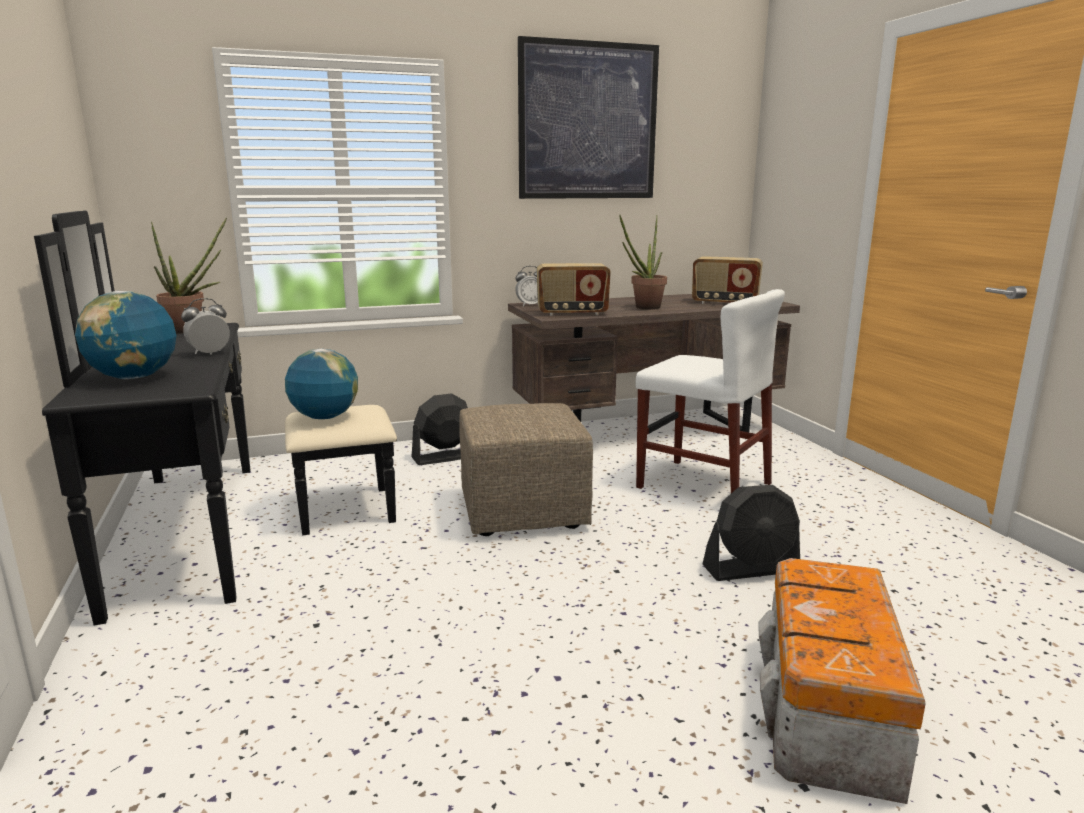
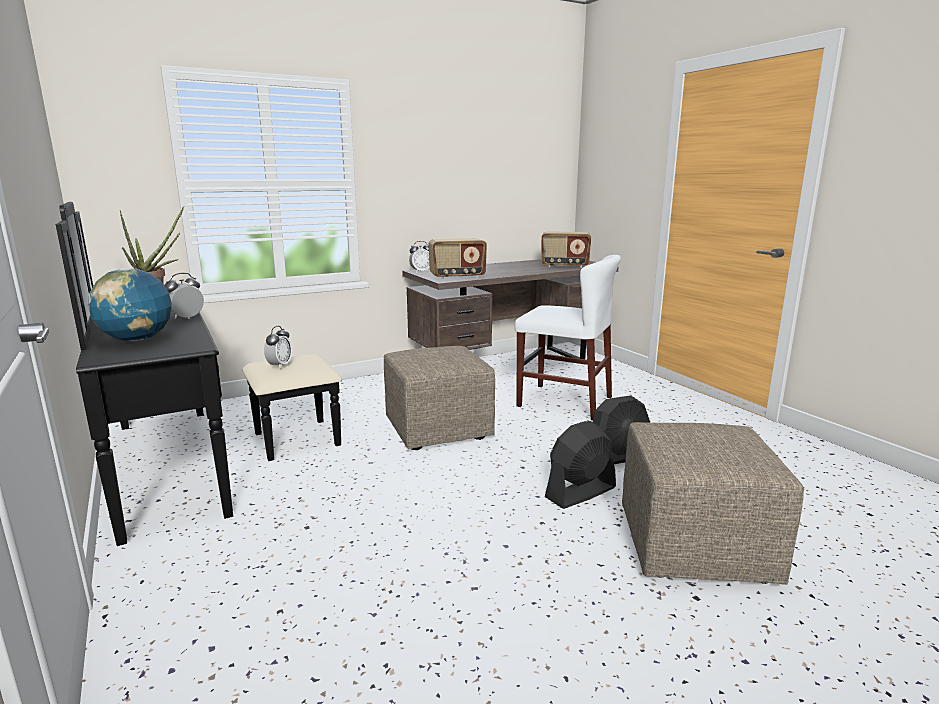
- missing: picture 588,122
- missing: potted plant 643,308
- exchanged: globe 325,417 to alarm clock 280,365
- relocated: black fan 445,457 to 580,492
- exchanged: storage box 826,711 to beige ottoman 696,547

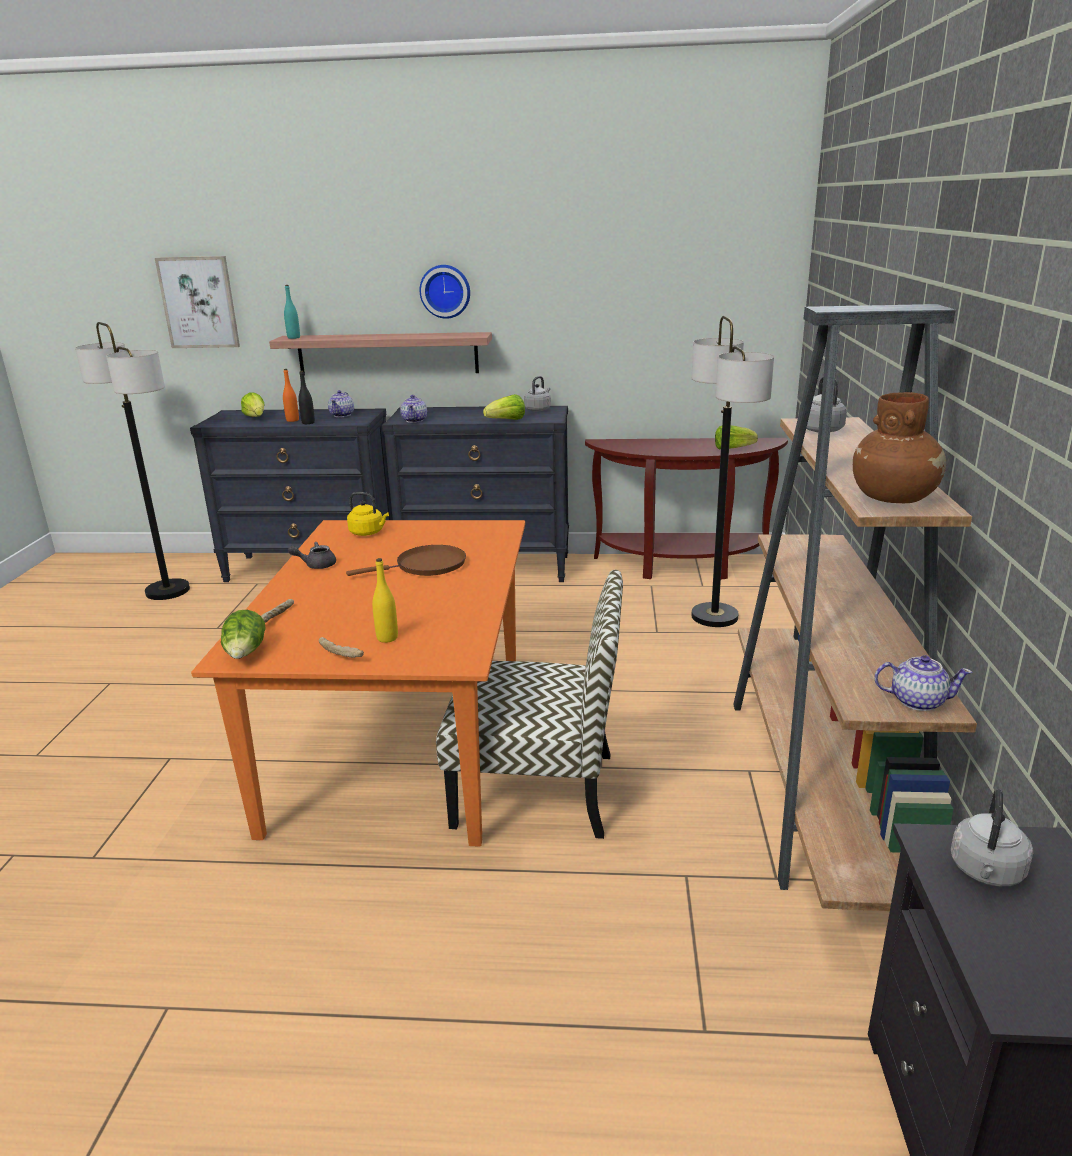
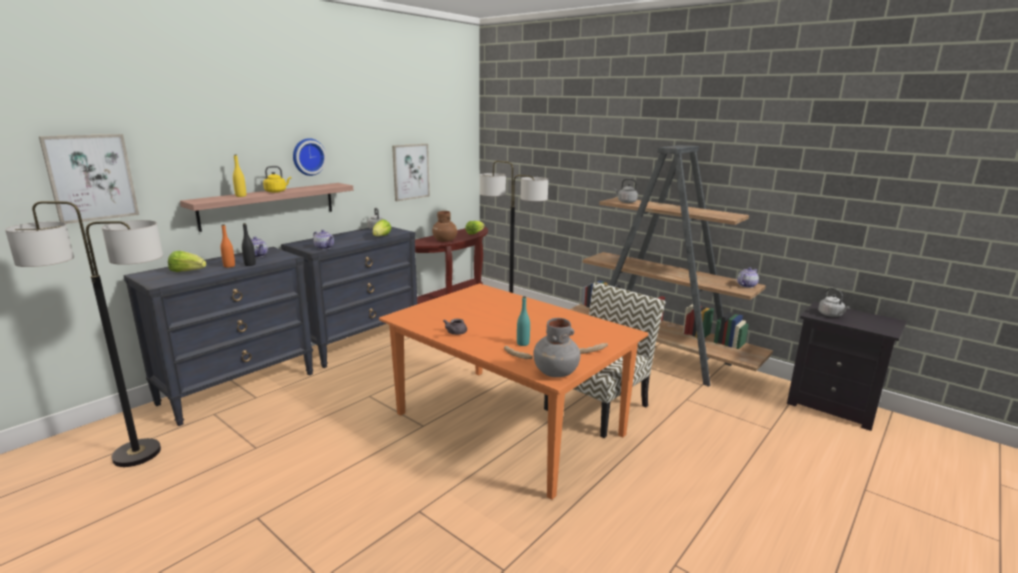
- relocated: turquoise bottle 293,338 to 523,343
- relocated: brown vase 893,498 to 445,241
- relocated: yellow kettle 368,533 to 277,191
- missing: brown frying pan 426,566
- relocated: yellow bottle 387,638 to 241,196
- exchanged: lettuce 246,653 to grey vase 555,372
- appeared: picture 410,171

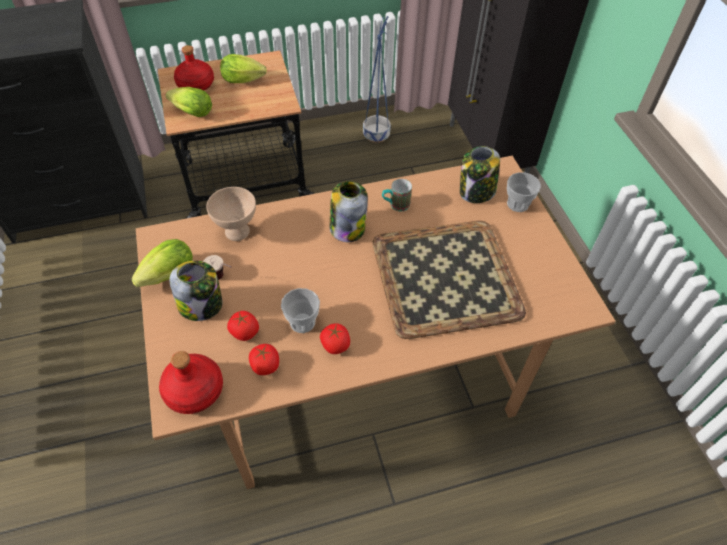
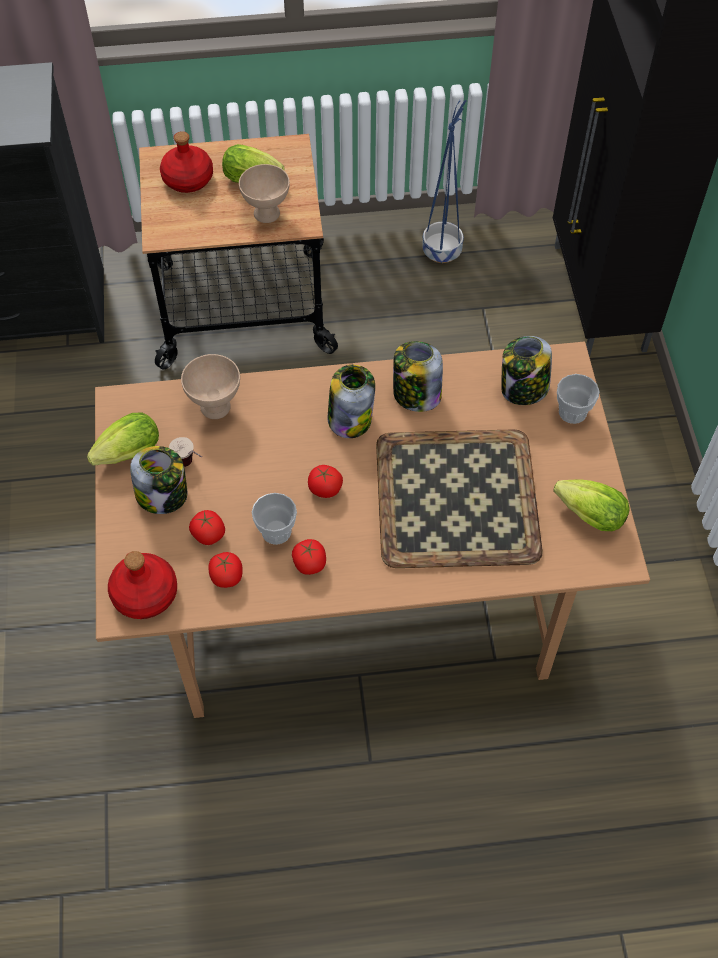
- relocated: lettuce 190,112 to 586,514
- exchanged: mug 395,205 to jar 416,394
- appeared: beige bowl 267,214
- appeared: tomato 325,489

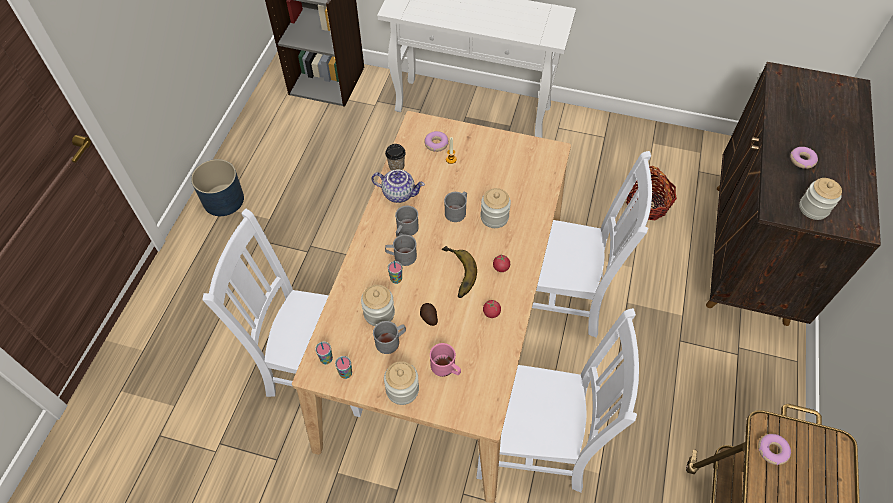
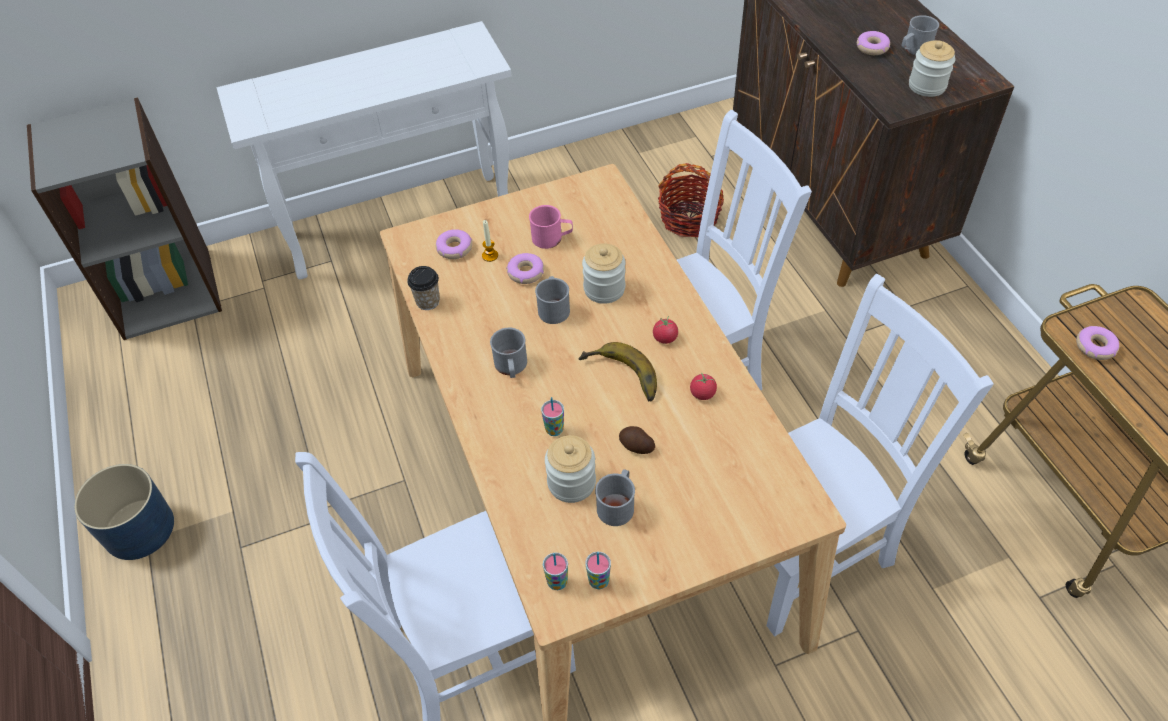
- missing: teapot 399,193
- relocated: grey mug 401,256 to 914,49
- relocated: pink mug 446,368 to 552,238
- missing: jar 402,390
- appeared: donut 525,272

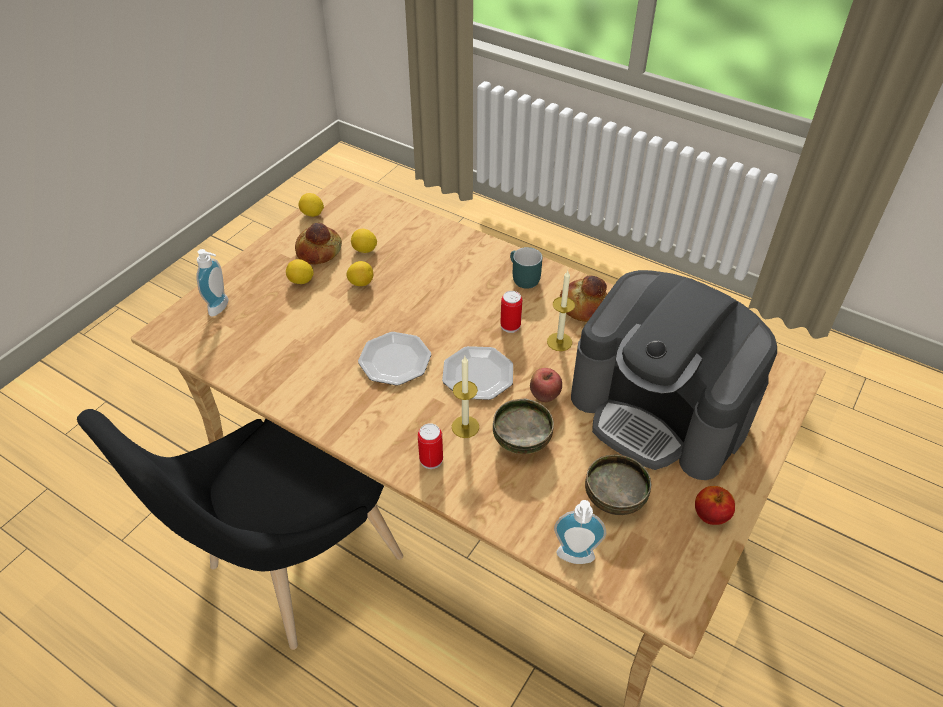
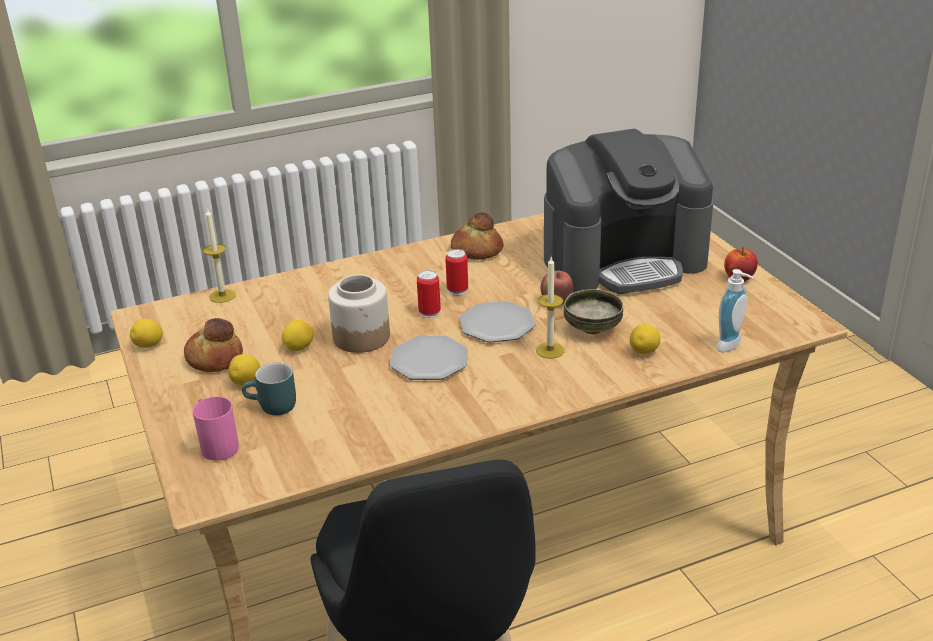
- relocated: lemon 365,250 to 644,352
- relocated: turquoise mug 521,278 to 272,408
- exchanged: soap dispenser 221,307 to pink mug 216,445
- relocated: candle 559,342 to 222,296
- relocated: can 431,460 to 429,312
- missing: bowl 614,498
- appeared: jar 362,337

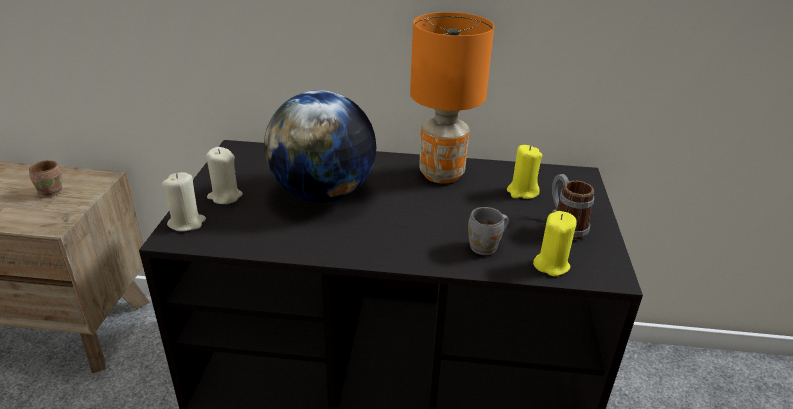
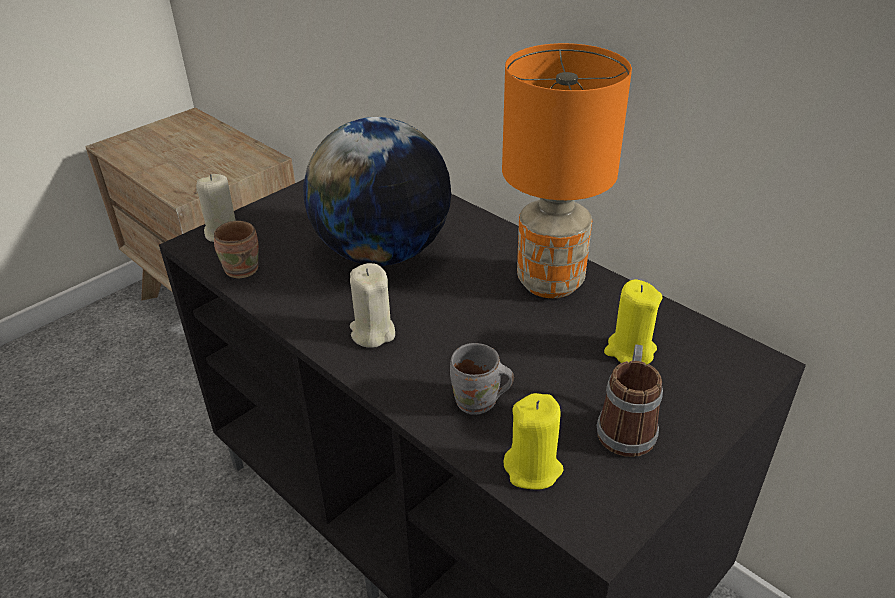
- relocated: beige candle 225,196 to 372,332
- relocated: brown mug 51,191 to 244,268

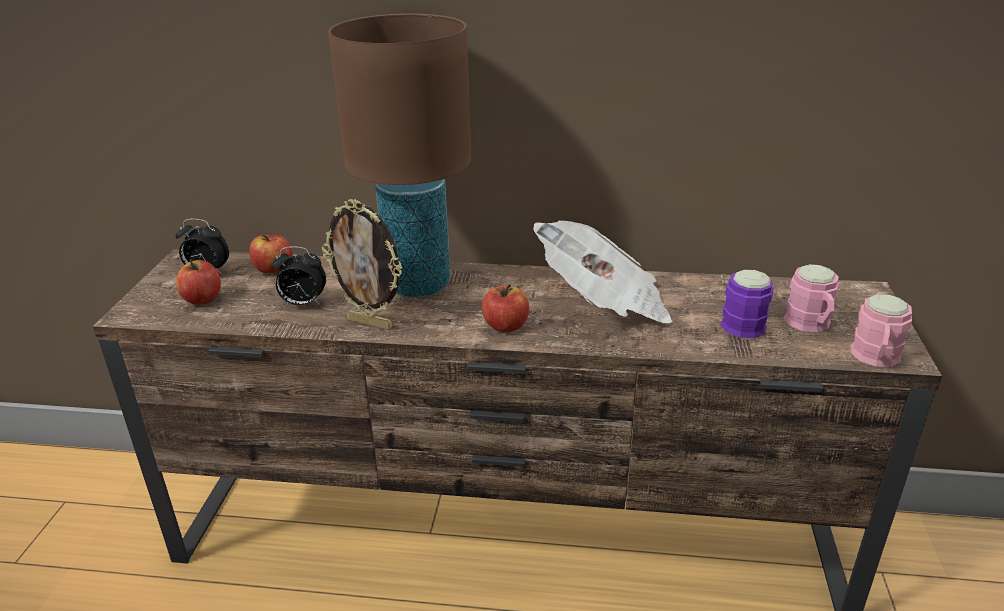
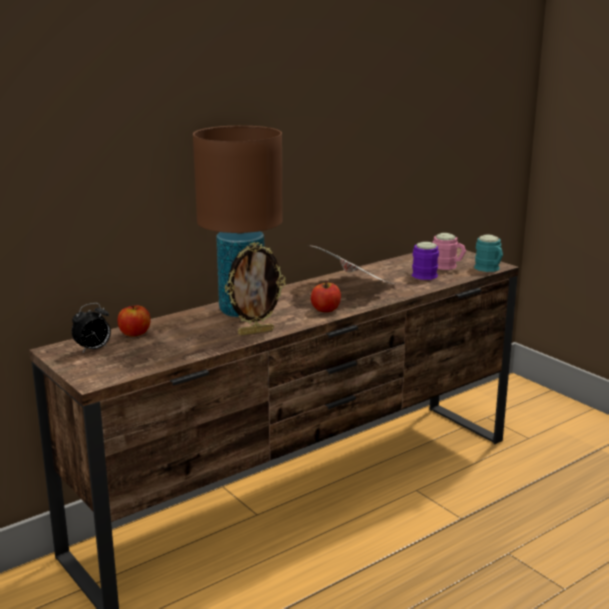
- missing: alarm clock 303,304
- missing: apple 203,299
- colour: pink mug 875,358 to turquoise mug 489,269

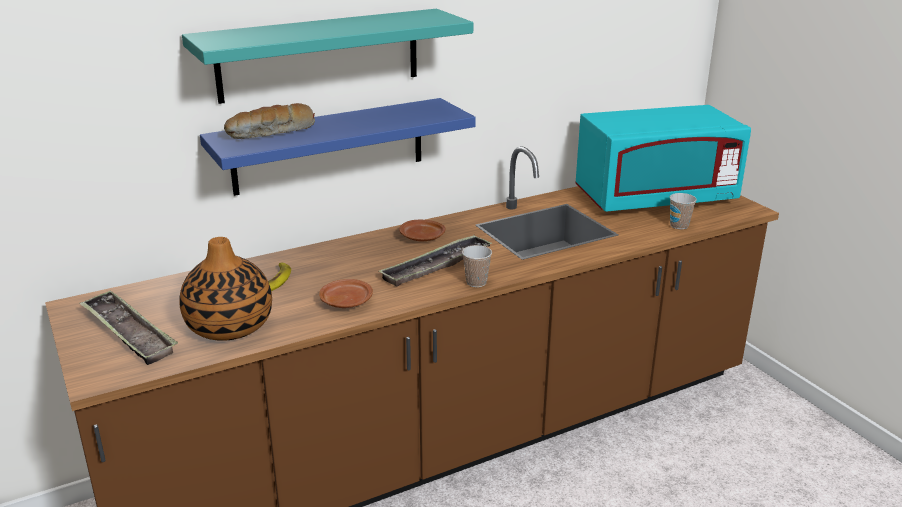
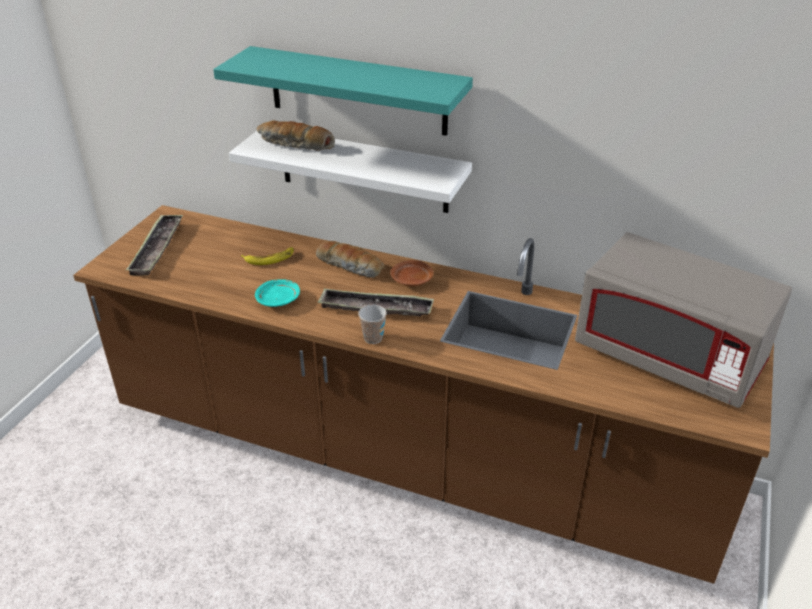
- colour: blue shelf 329,146 to white shelf 363,170
- colour: turquoise microwave 655,198 to grey microwave 669,357
- missing: cup 679,225
- missing: vase 230,326
- colour: brown plate 346,301 to turquoise plate 278,299
- appeared: bread 351,266

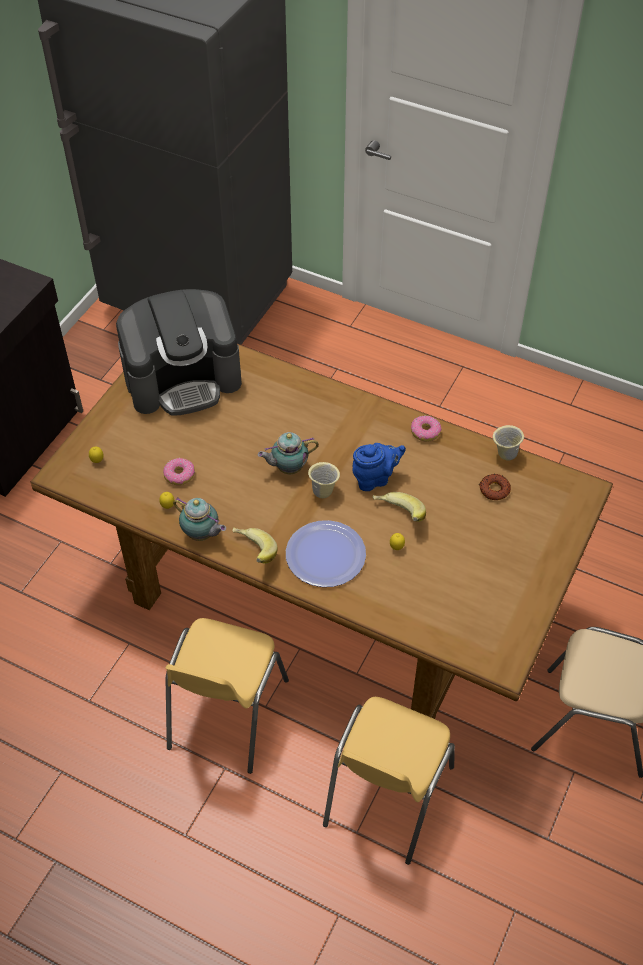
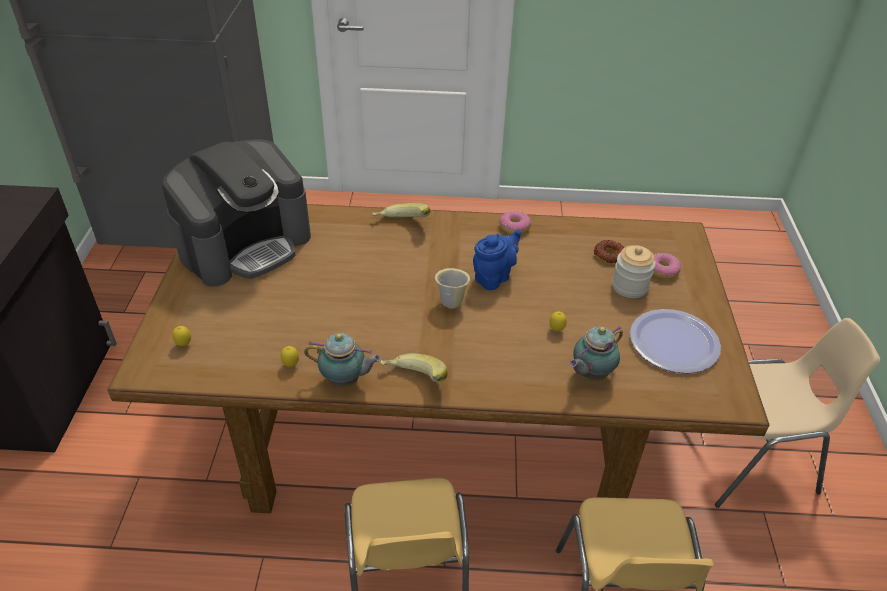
- missing: beige mug 504,454
- relocated: teapot 288,468 to 590,374
- relocated: donut 179,475 to 662,270
- relocated: banana 397,516 to 401,225
- relocated: plate 325,555 to 674,342
- appeared: jar 629,286

